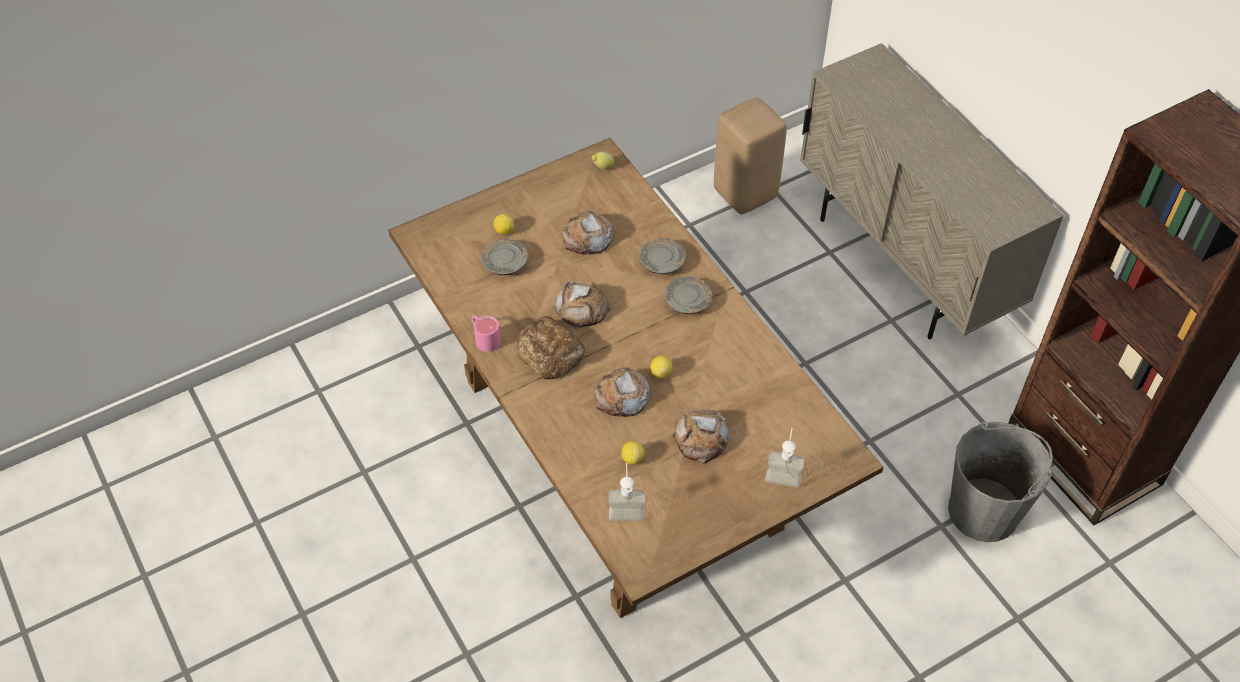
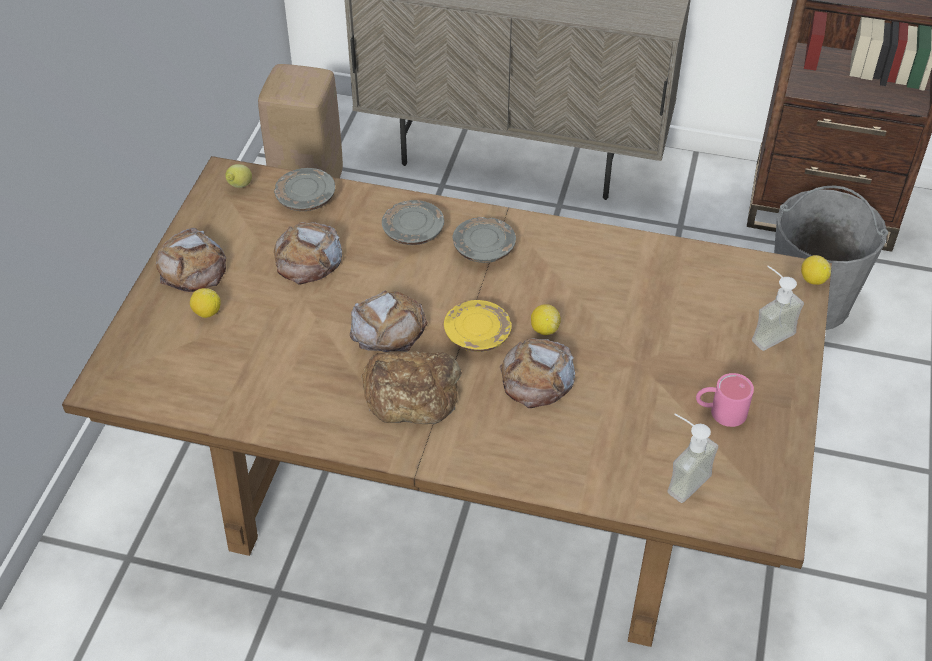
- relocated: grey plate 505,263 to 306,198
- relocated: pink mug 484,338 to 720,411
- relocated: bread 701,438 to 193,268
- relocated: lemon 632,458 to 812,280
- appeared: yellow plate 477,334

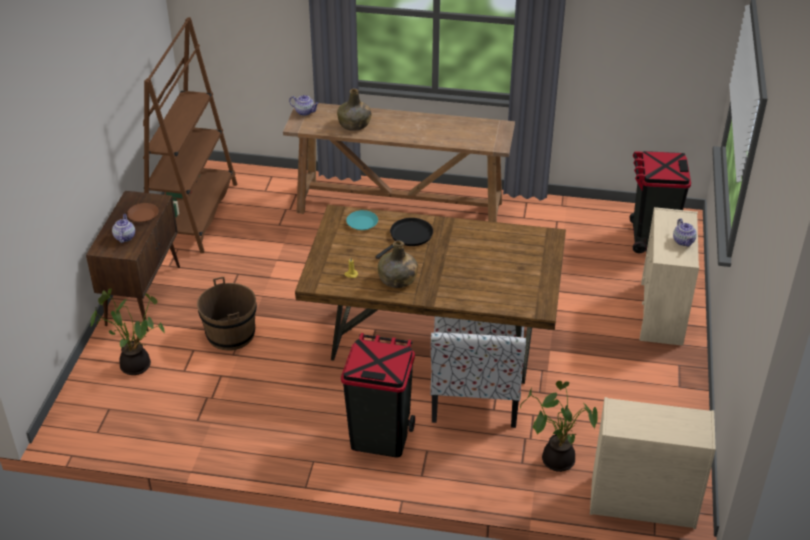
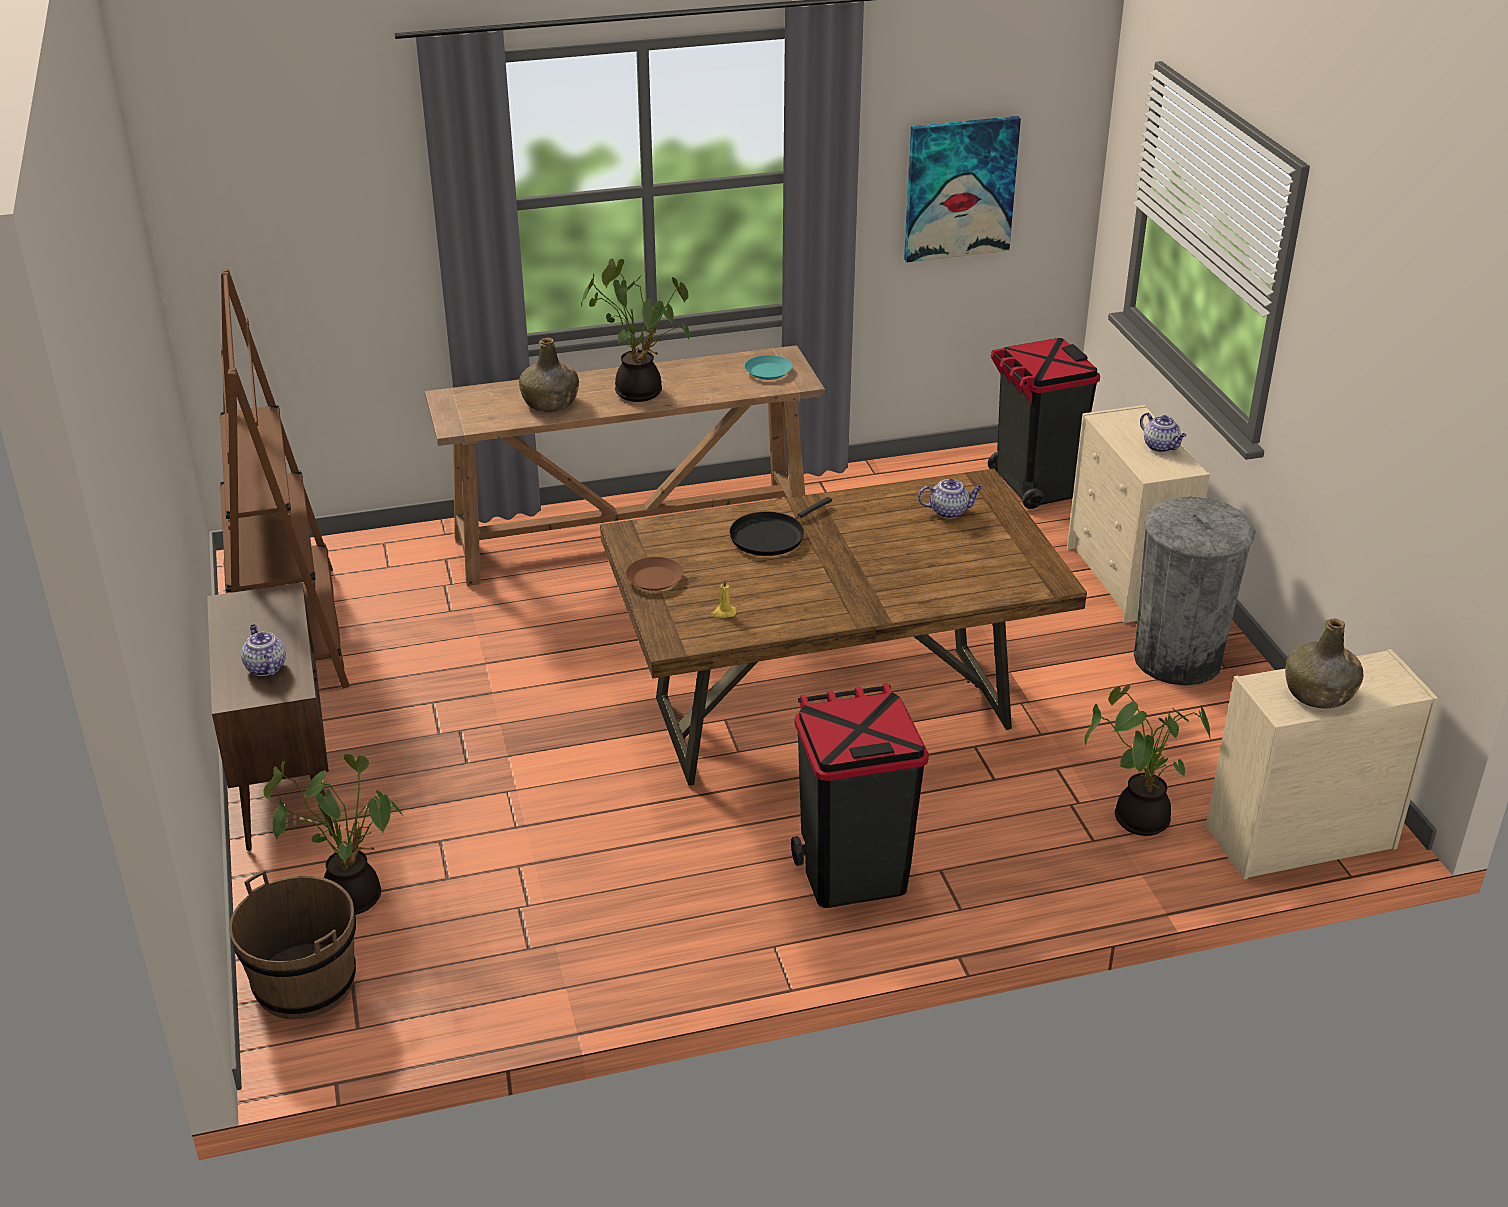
- relocated: teapot 305,112 to 949,511
- relocated: brown plate 143,215 to 655,579
- relocated: turquoise plate 362,223 to 768,371
- spun: black frying pan 409,236 = 770,536 150 degrees counterclockwise
- relocated: green bottle 397,279 to 1319,694
- relocated: brown bucket 230,334 to 305,983
- missing: chair 475,392
- appeared: picture 960,188
- appeared: potted plant 641,390
- appeared: grey trash can 1177,659

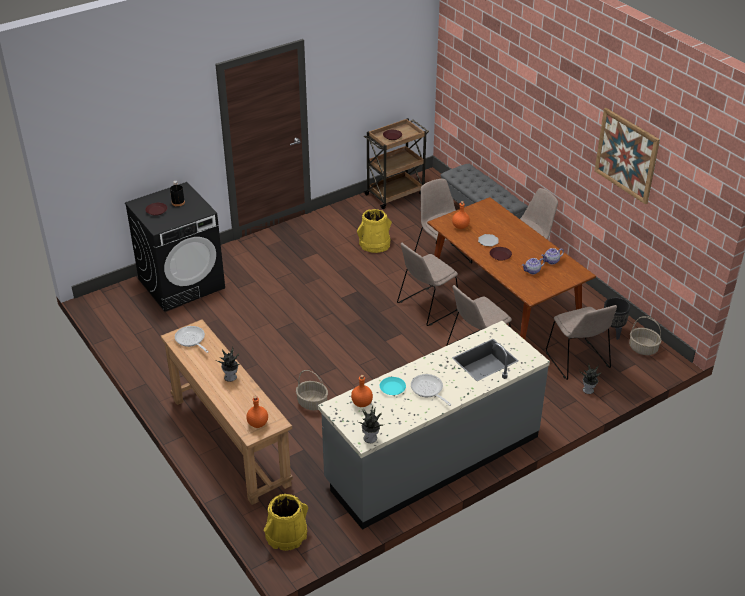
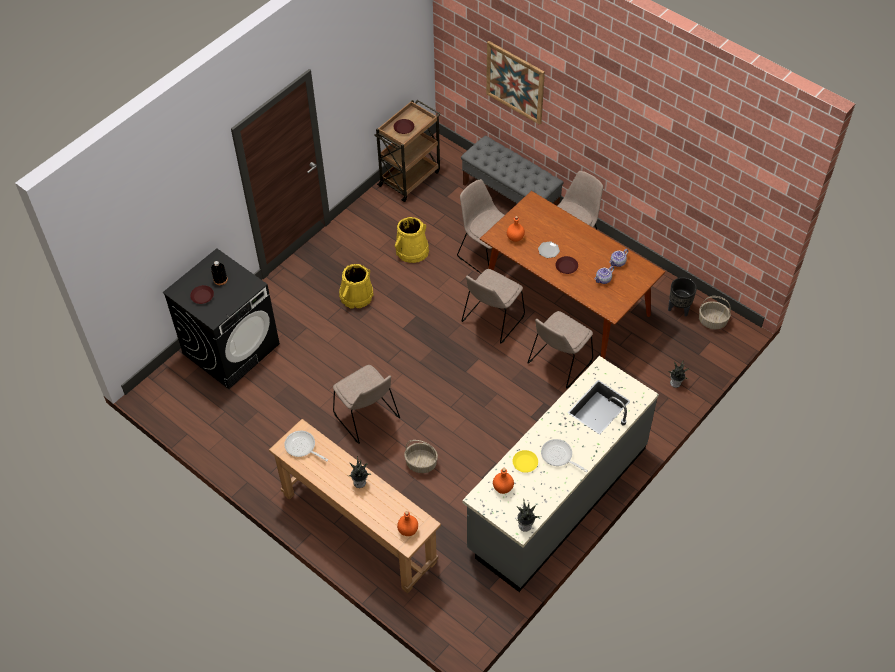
- relocated: picture 626,155 to 515,82
- relocated: beige chair 578,362 to 367,417
- colour: turquoise plate 393,388 to yellow plate 525,462
- relocated: yellow bucket 286,534 to 356,296

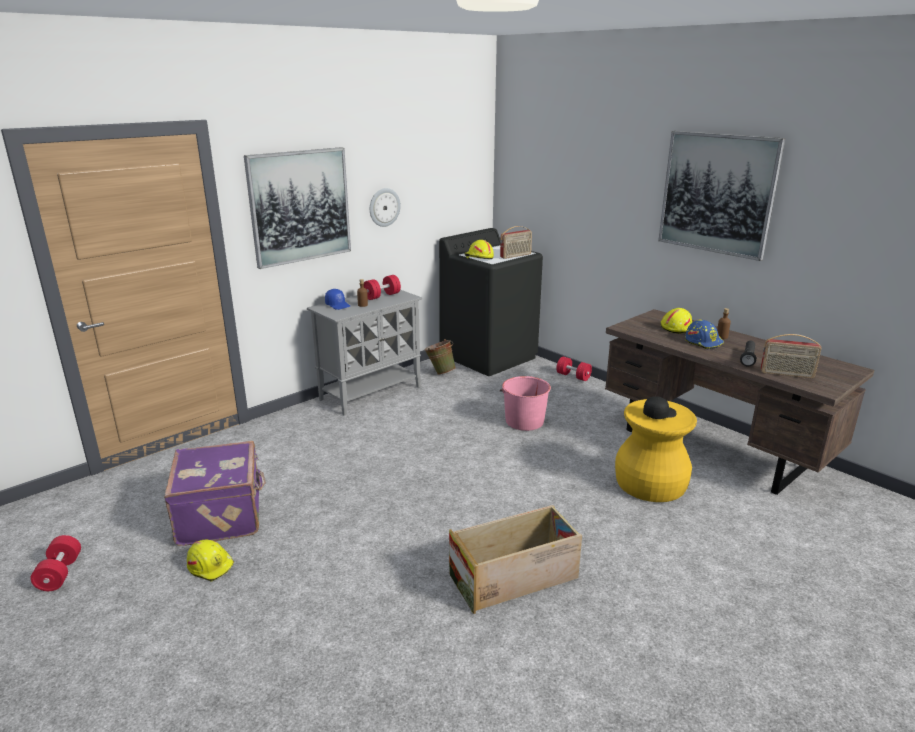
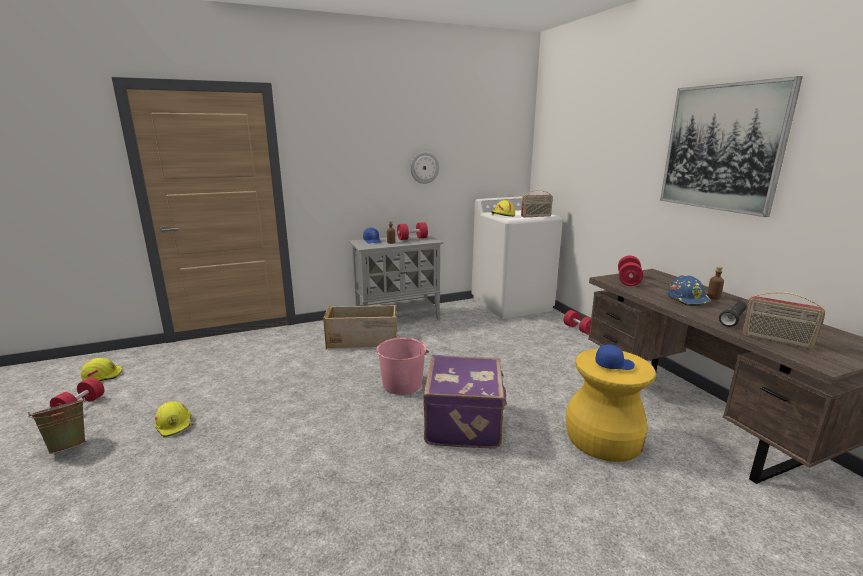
- missing: picture 300,206
- colour: black washing machine 489,356 to white washing machine 512,304
- relocated: yellow hard hat 676,327 to 102,375
- relocated: green bucket 440,372 to 69,446
- relocated: pink bucket 524,421 to 402,384
- colour: black cap 659,414 to blue cap 614,364
- relocated: purple suitcase 222,515 to 465,423
- relocated: crate 514,576 to 363,340
- appeared: red dumbbell 628,280

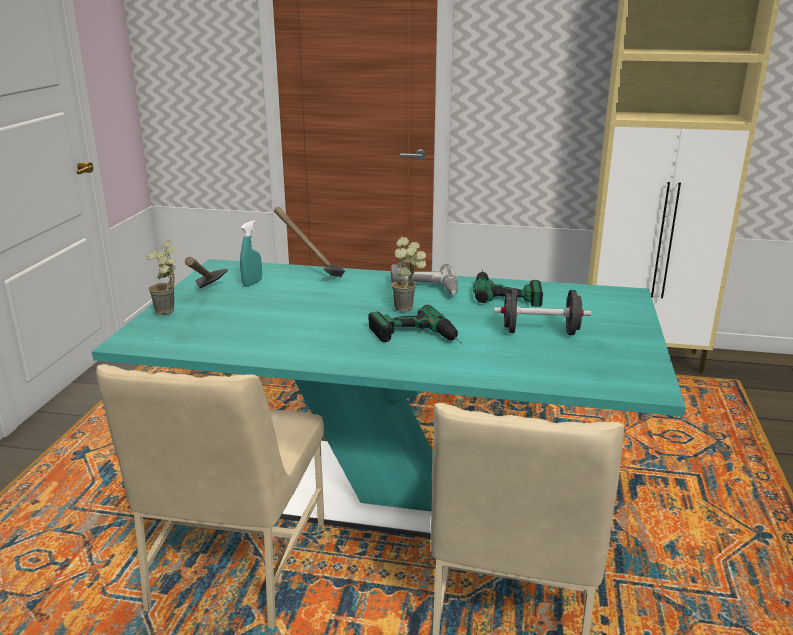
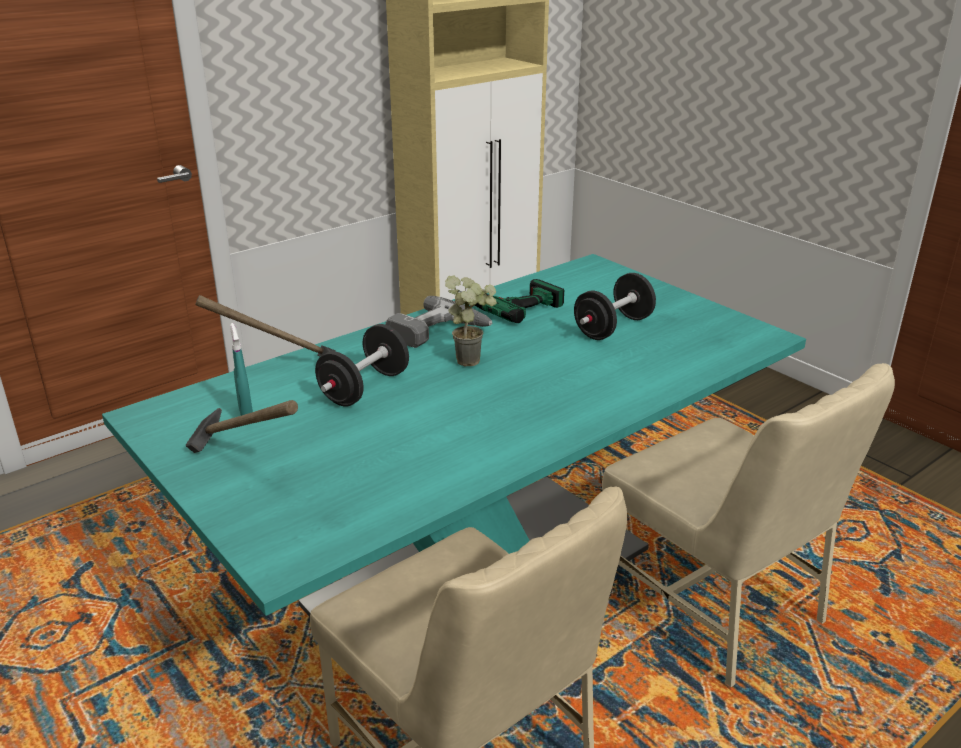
- missing: potted plant 169,312
- missing: power drill 417,338
- appeared: black dumbbell 364,388

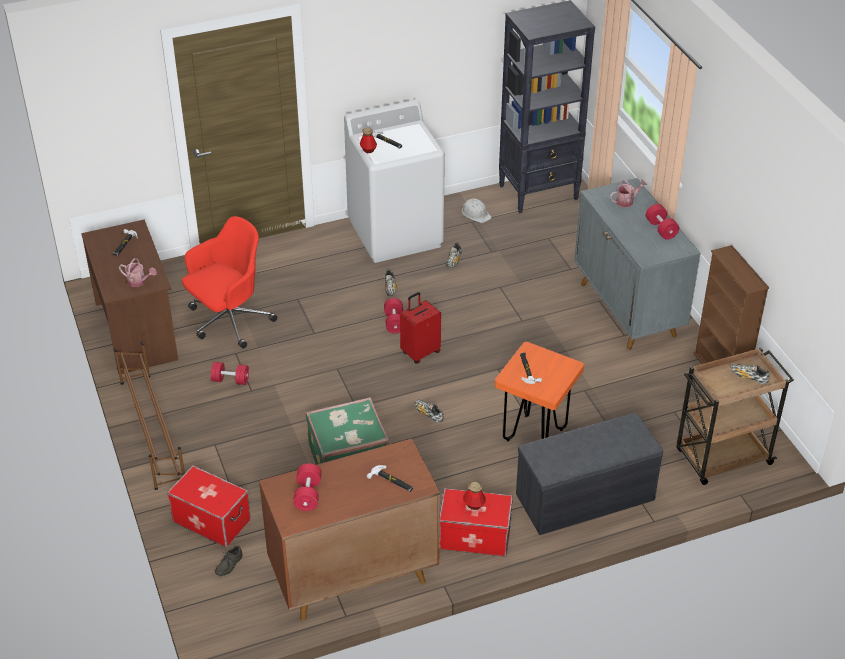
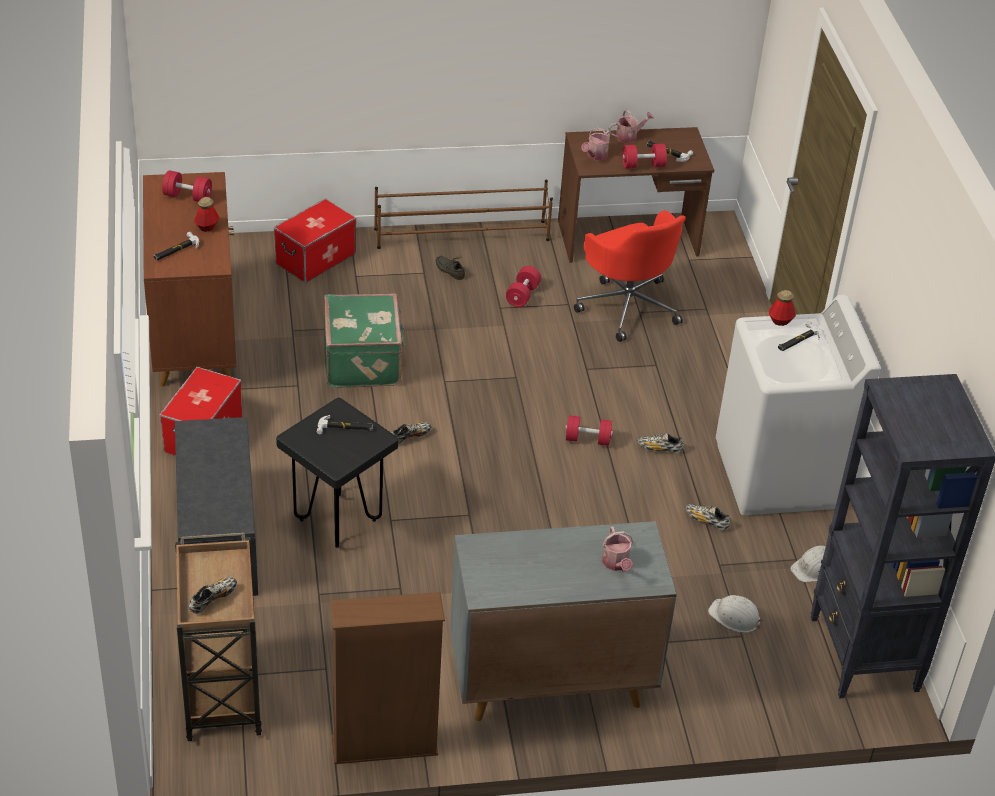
- relocated: red dumbbell 661,229 to 643,165
- missing: red suitcase 420,352
- colour: orange stool 535,435 to black stool 338,520
- relocated: bottle 474,505 to 207,227
- relocated: grey shoe 228,564 to 450,270
- appeared: watering can 629,136
- appeared: white hard hat 735,617

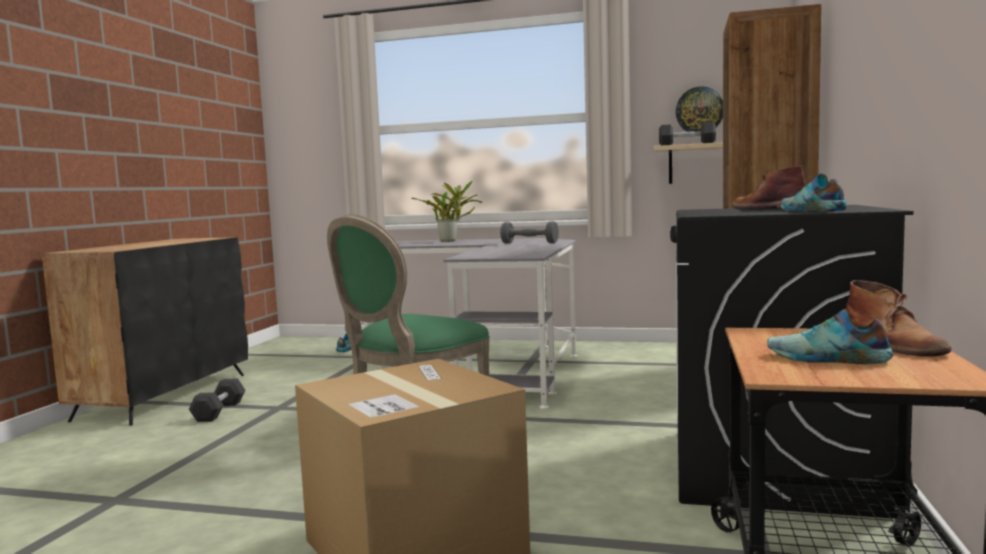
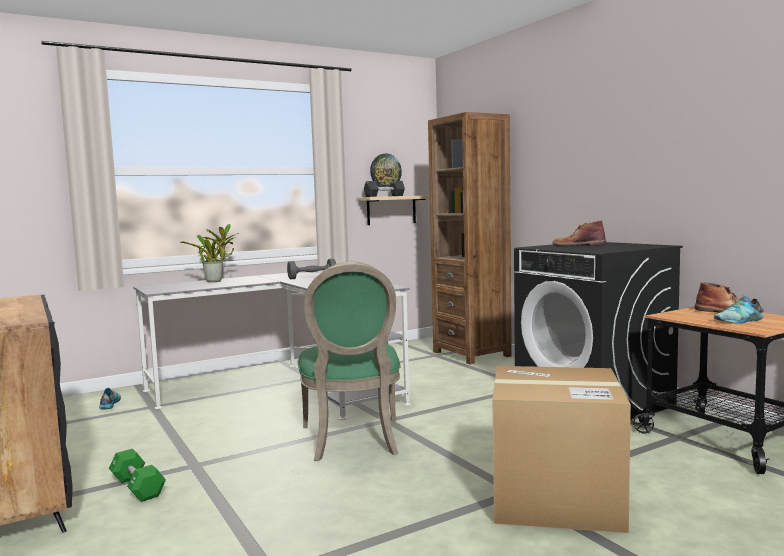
- missing: shoe 810,210
- colour: black dumbbell 219,411 to green dumbbell 137,487

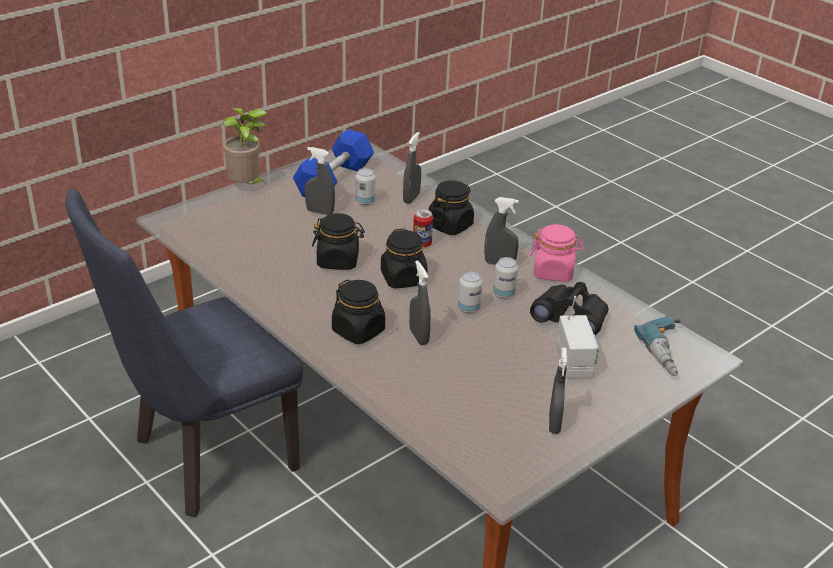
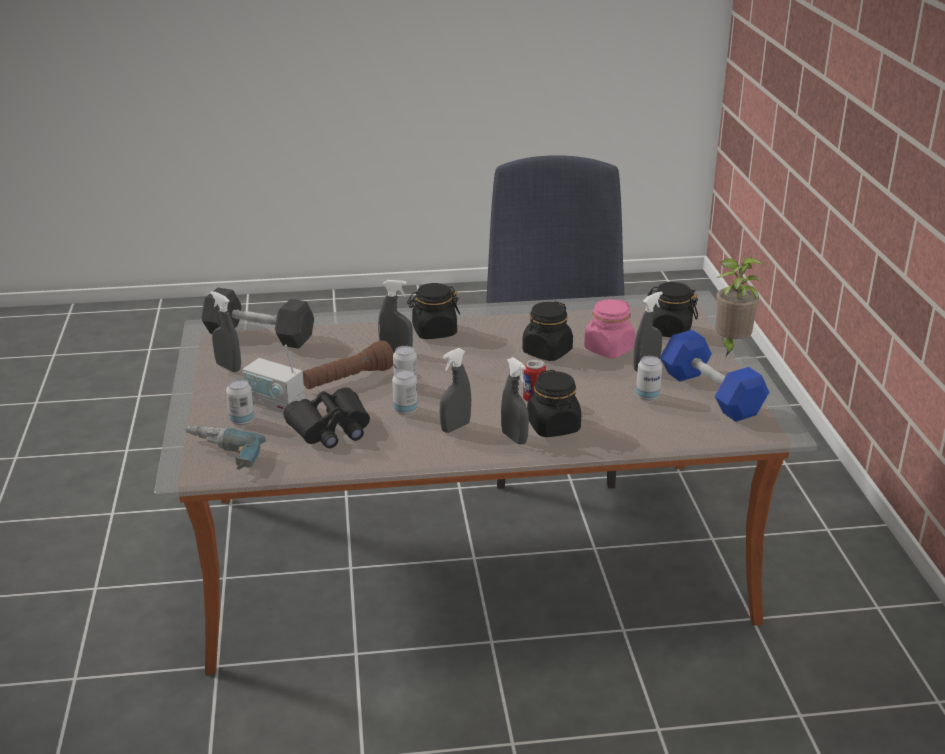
- relocated: grey spray bottle 411,198 to 514,438
- relocated: pink jar 553,272 to 608,349
- relocated: black jar 403,278 to 669,330
- appeared: grey dumbbell 259,335
- appeared: brown flashlight 348,380
- appeared: can 242,420

